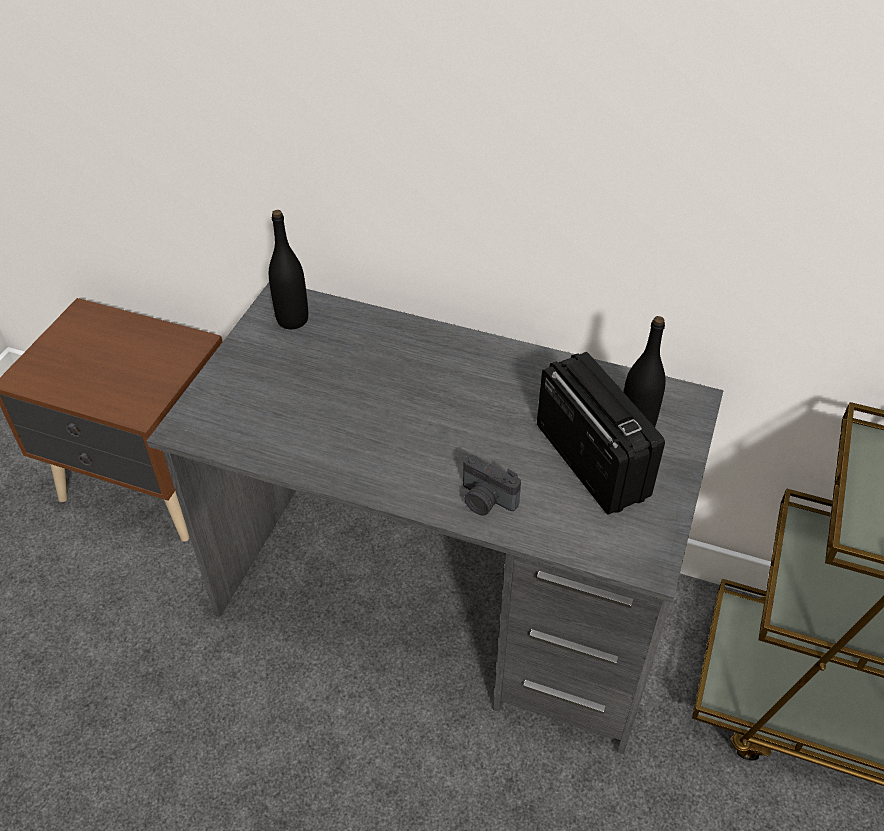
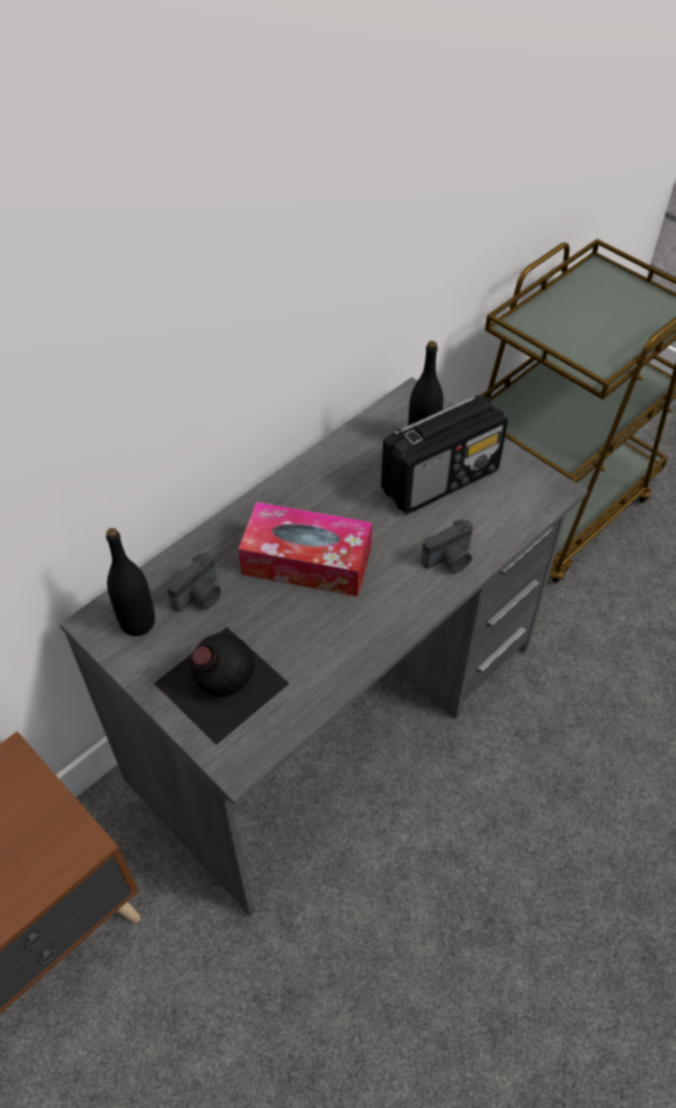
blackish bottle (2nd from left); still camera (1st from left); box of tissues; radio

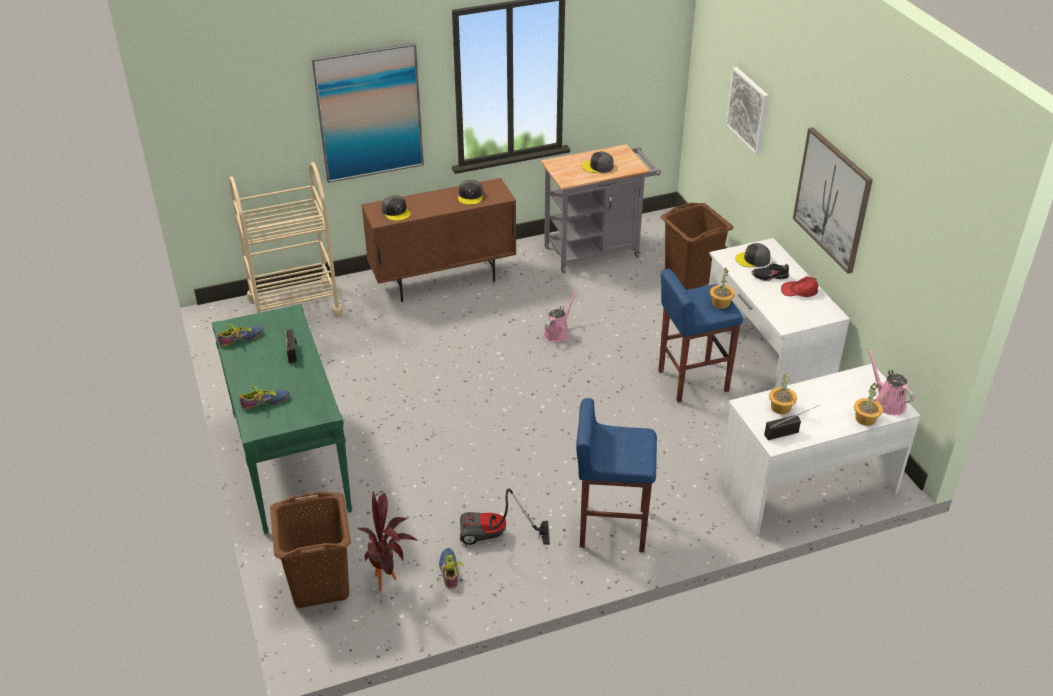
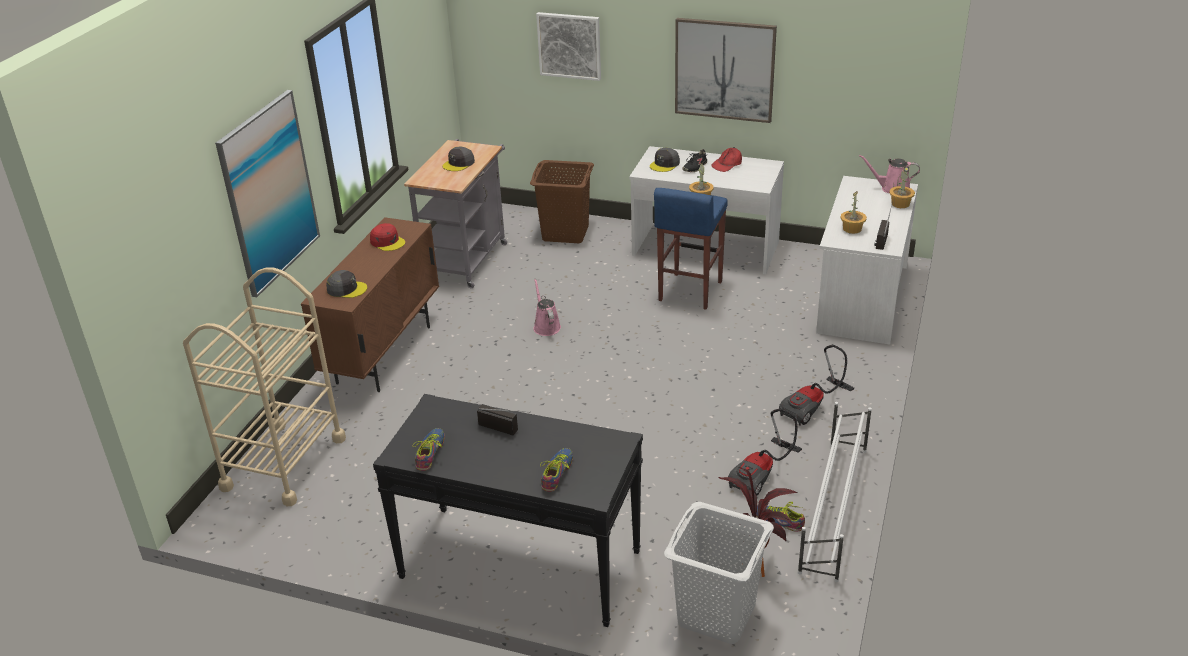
red baseball cap (1st from left); blackish narrow table; white hamper; vacuum cleaner (2nd from left); white shoe stand

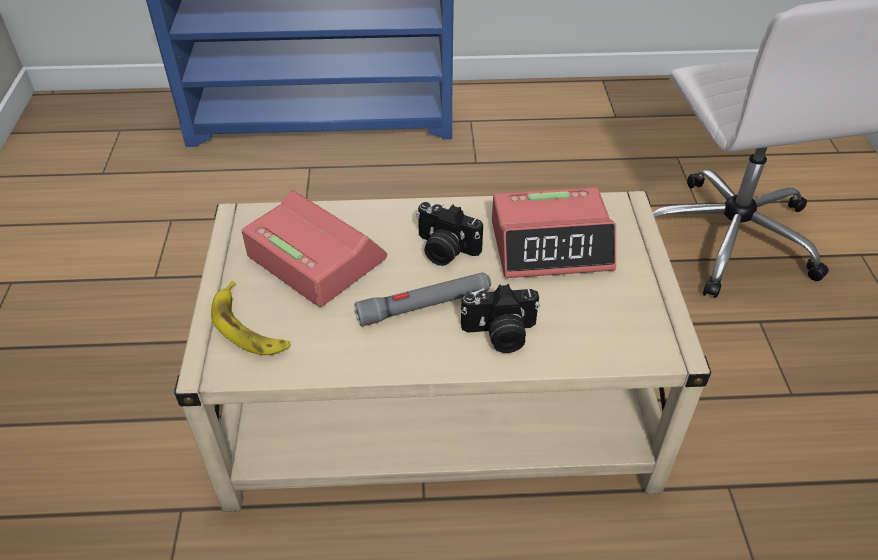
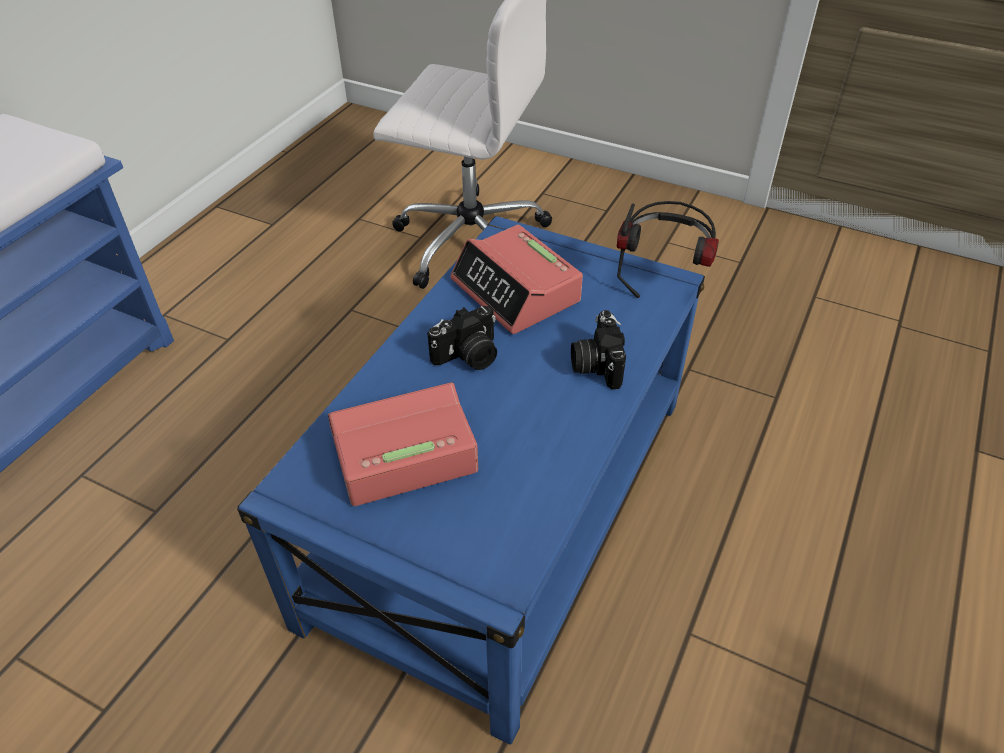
blue lounge table; table clock (2nd from left); still camera (2nd from left); pair of headphones; banana fruit; grey hand torch

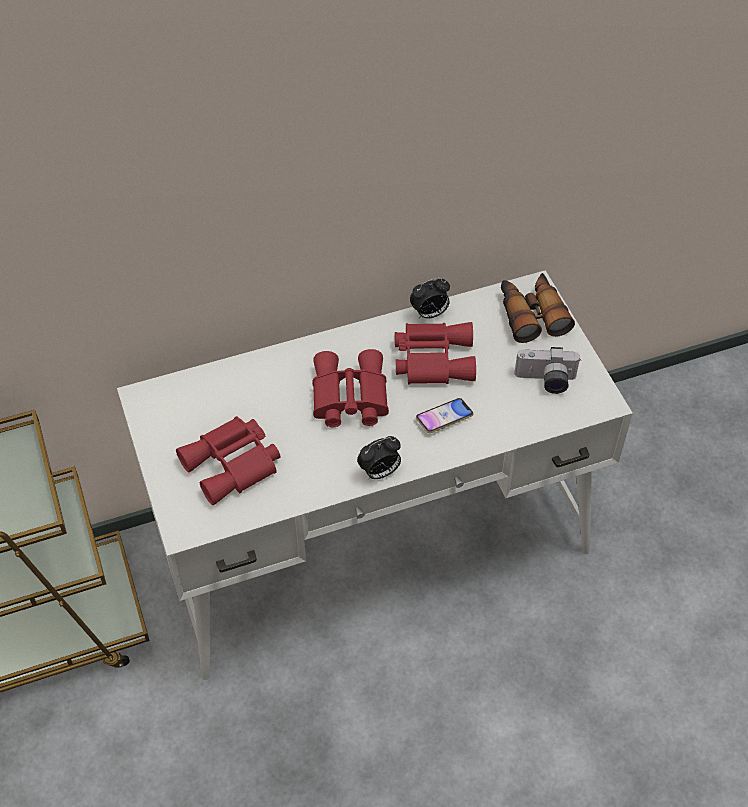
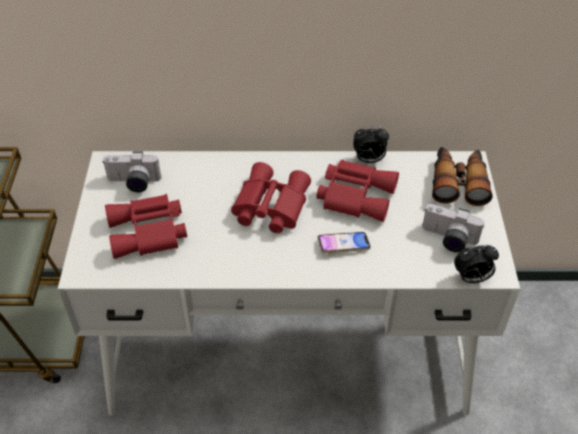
still camera (1st from left); table clock (2nd from left)

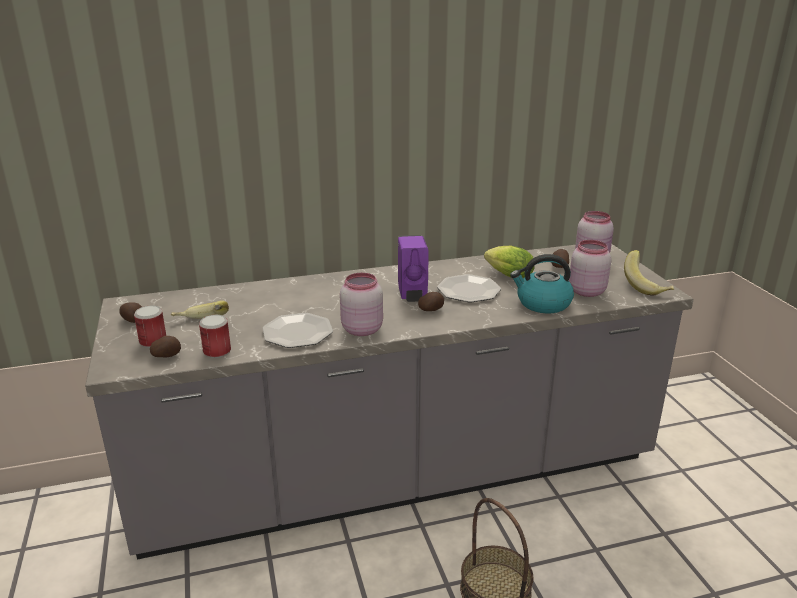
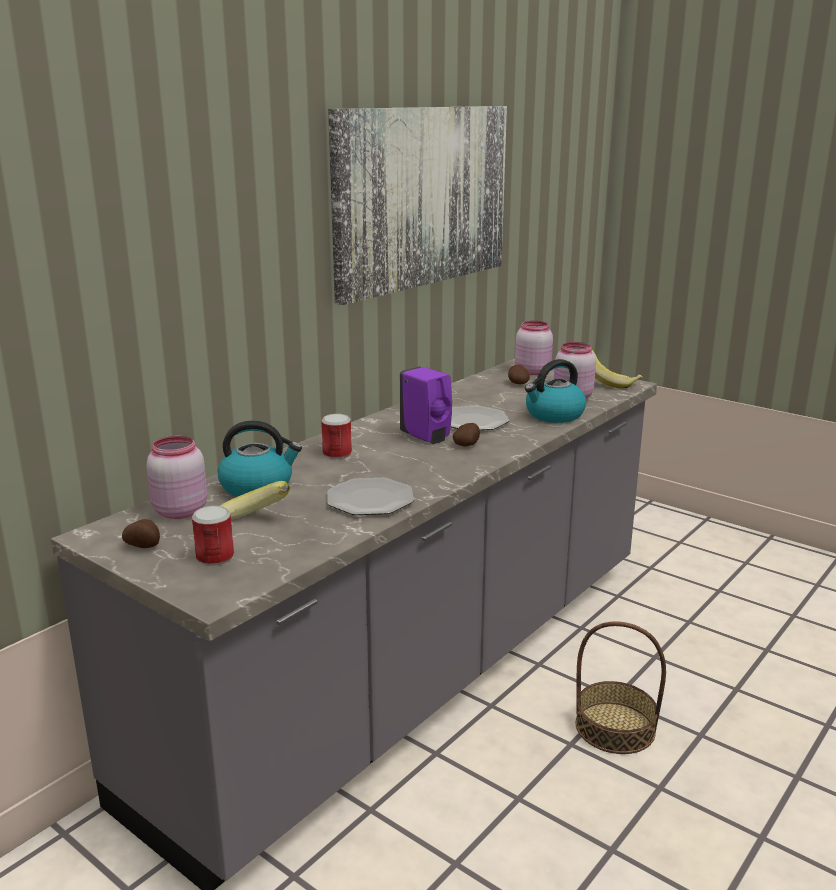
pink-coloured preserve jar (1st from left); kettle (1st from left); sealed can (2nd from left); wall picture; whole potato (2nd from left in the first image); lettuce

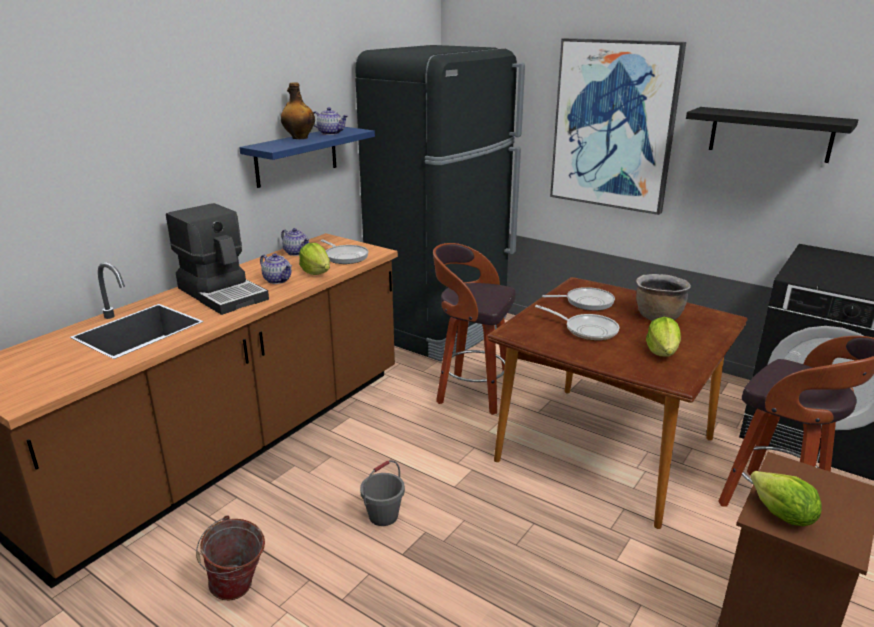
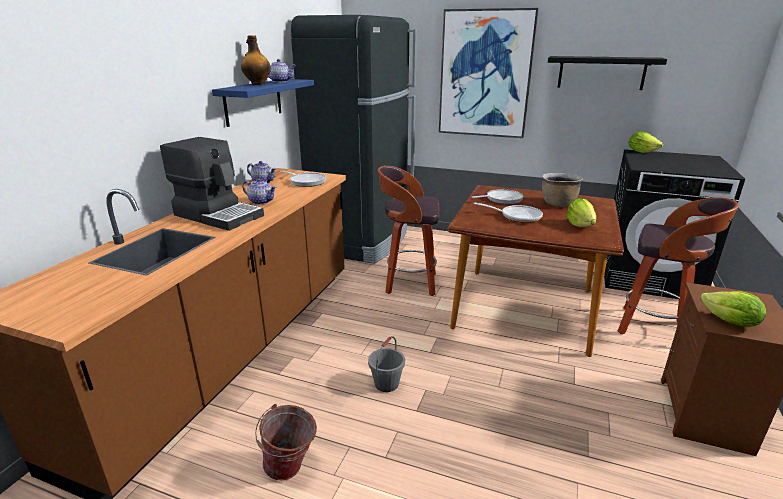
lettuce (2nd from left)

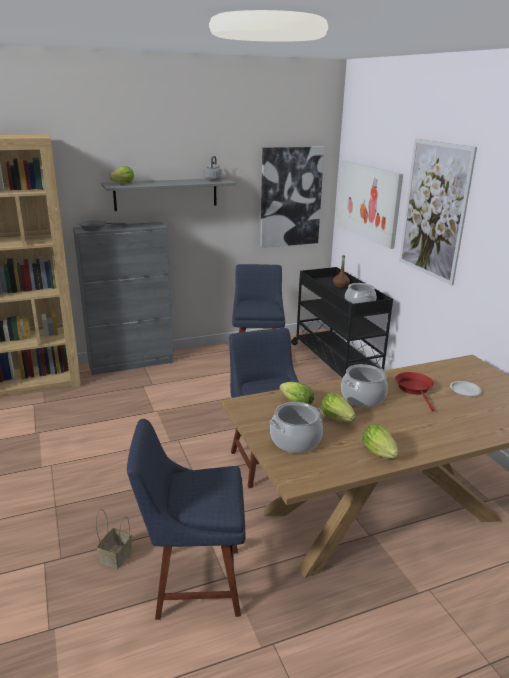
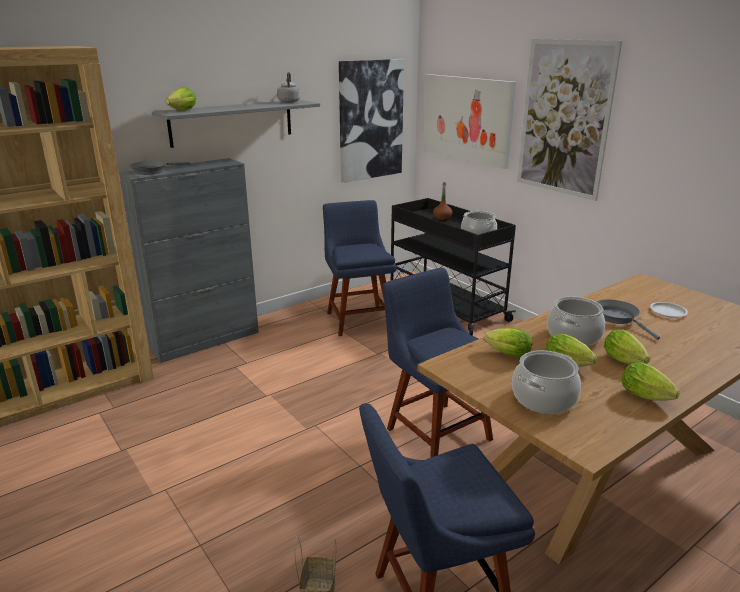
grey skillet (2nd from left); lettuce (4th from left)

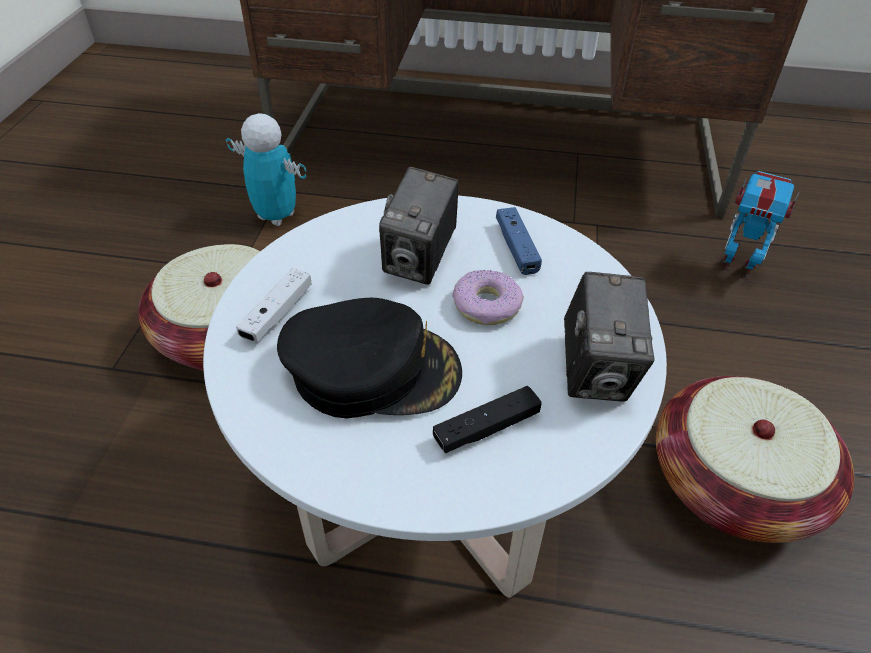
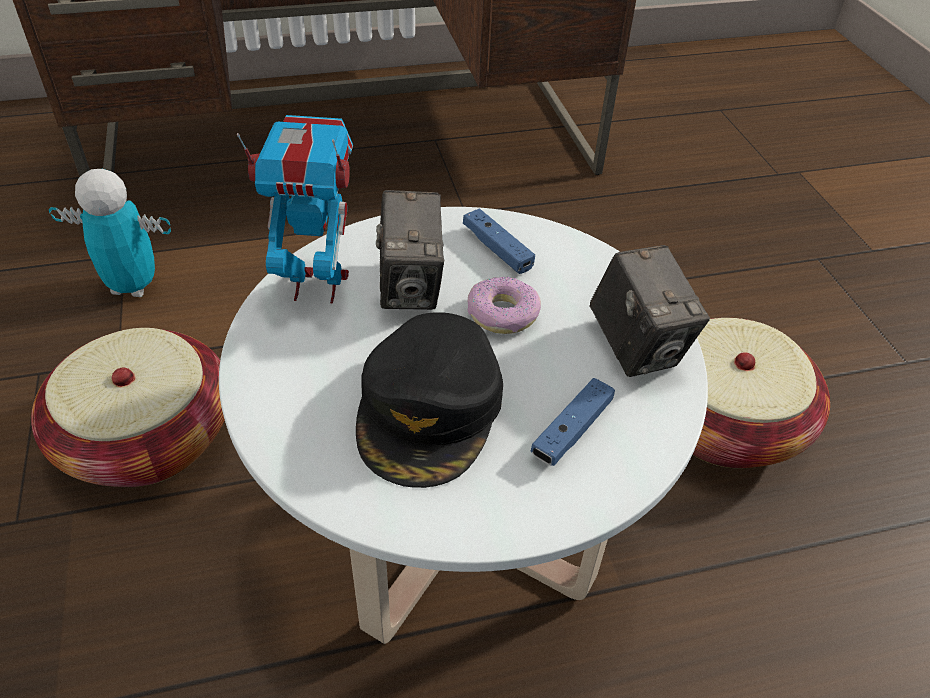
robot figure (2nd from left); blackish baseball cap; blue gamepad (2nd from left); white gamepad

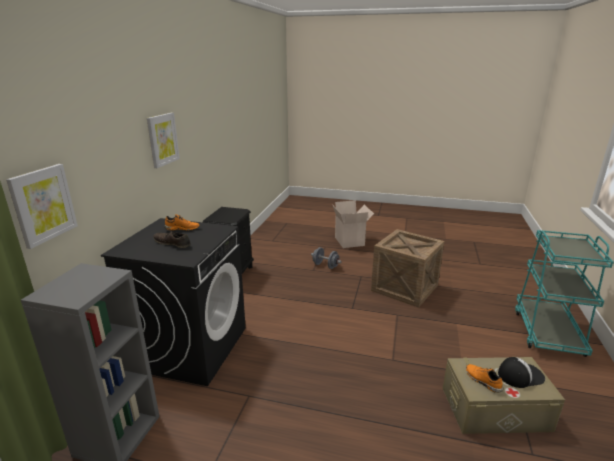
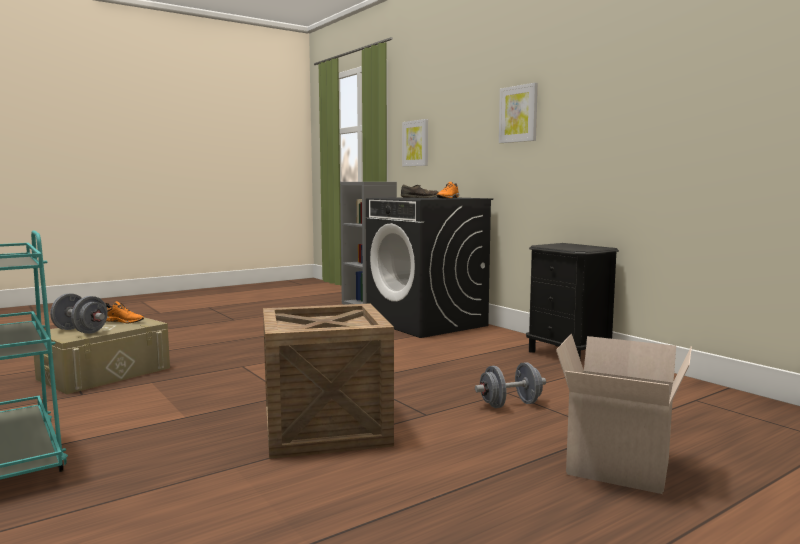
grey free weight (1st from left)

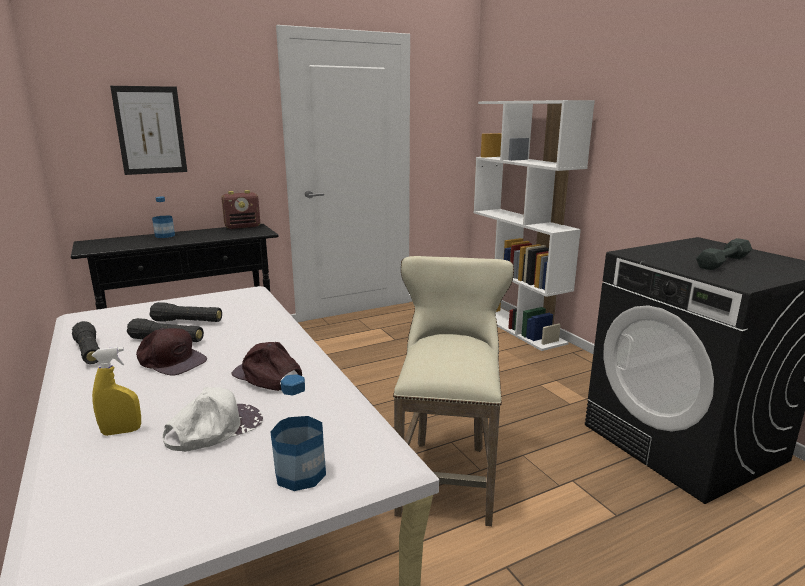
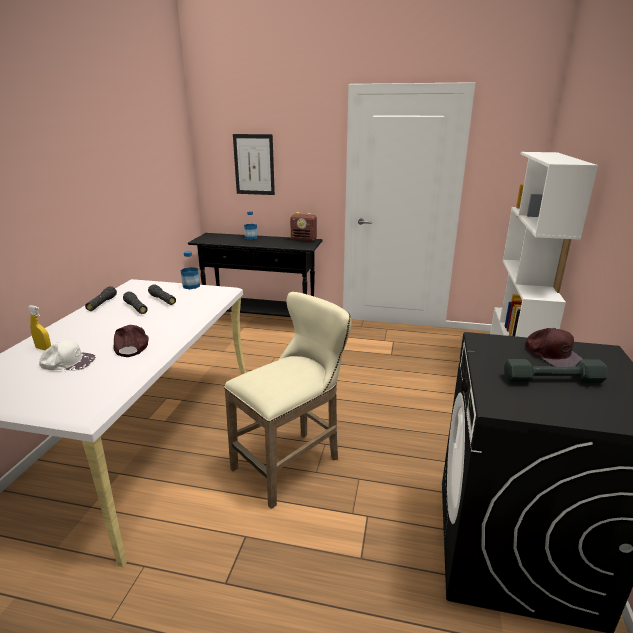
bottle (1st from left); brown baseball cap (2nd from left)

